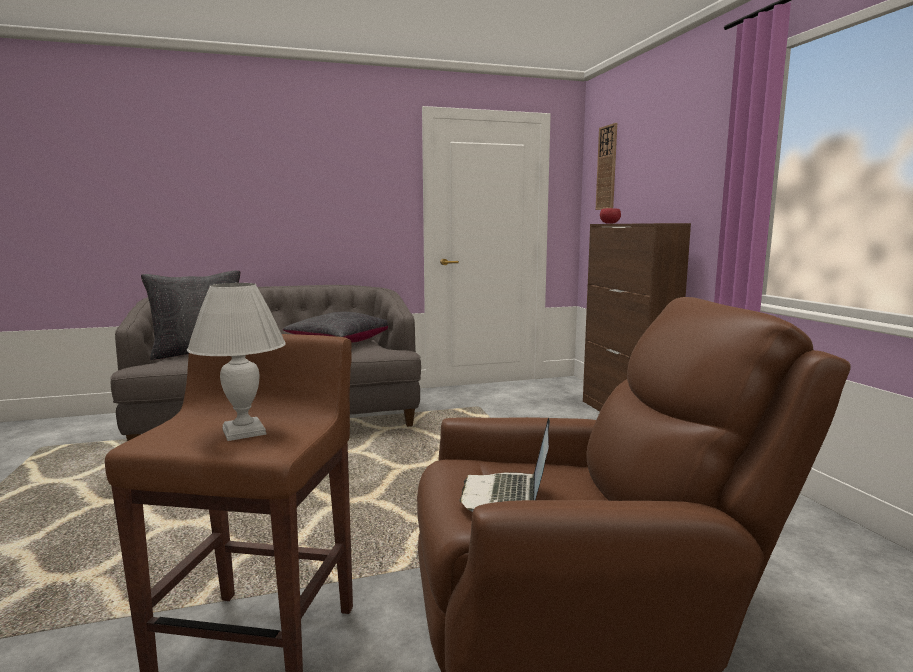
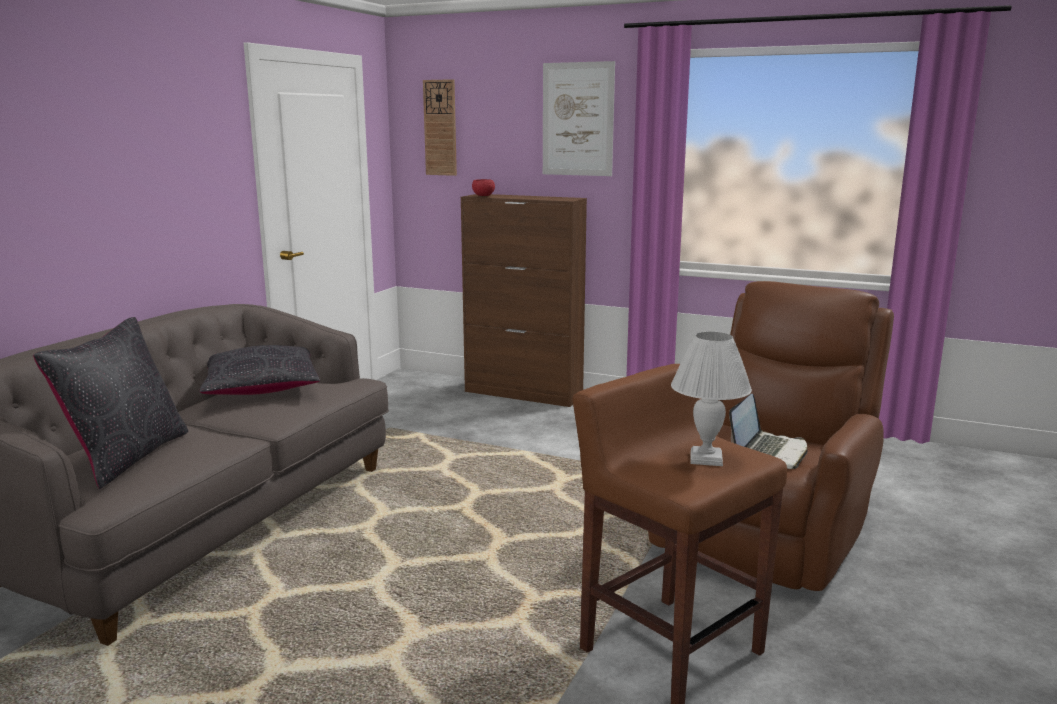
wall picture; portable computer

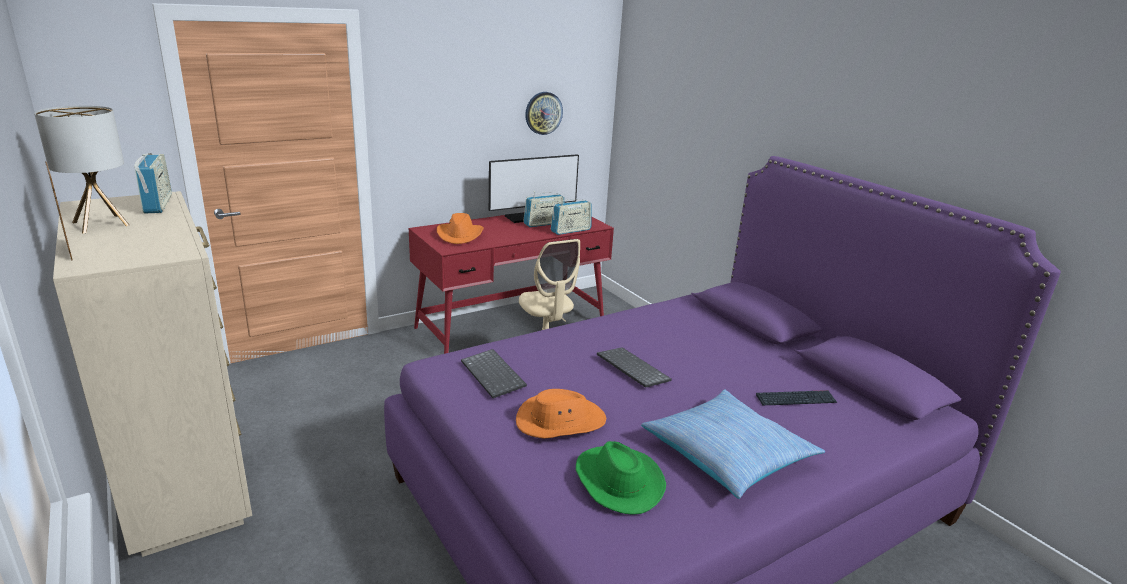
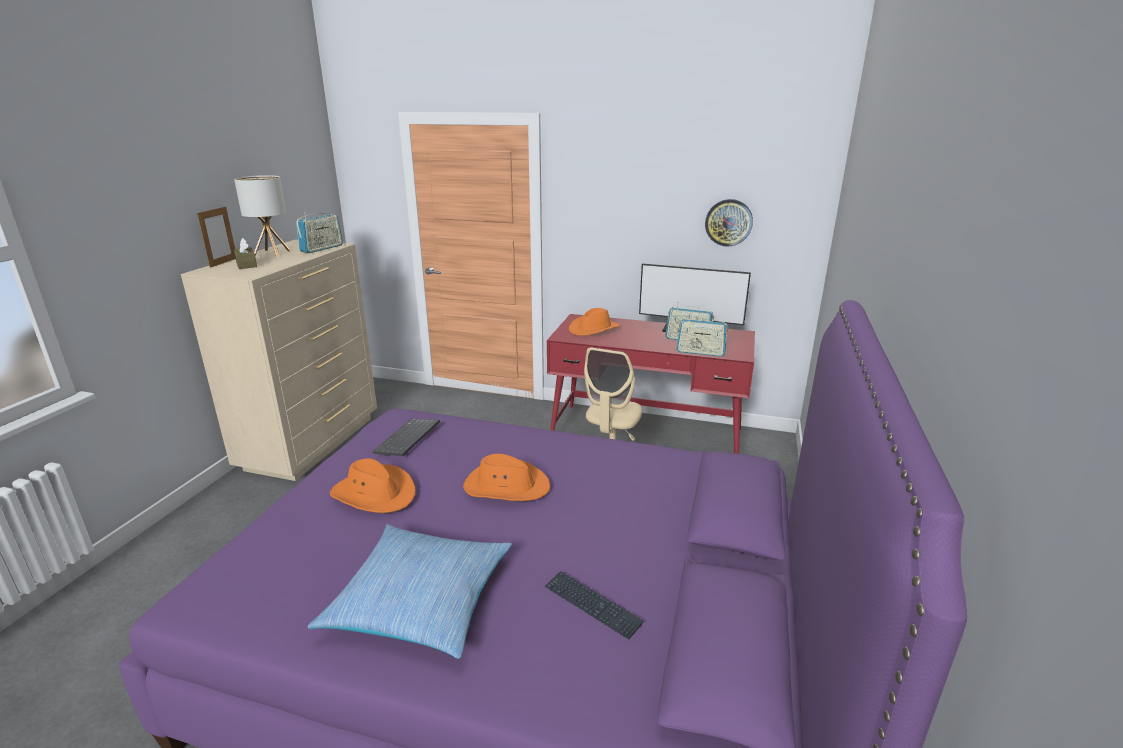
brown box of tissues; orangey wearable hat (2nd from left); green-coloured wearable hat

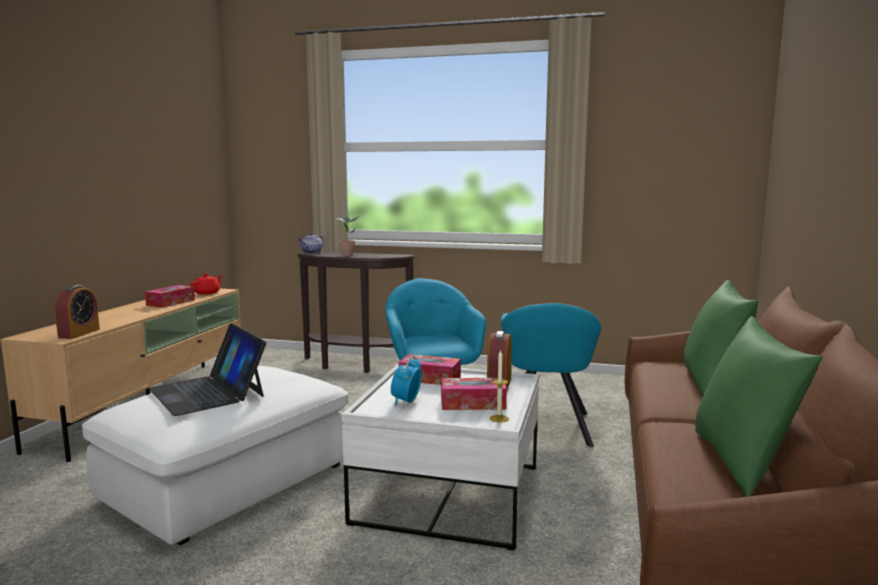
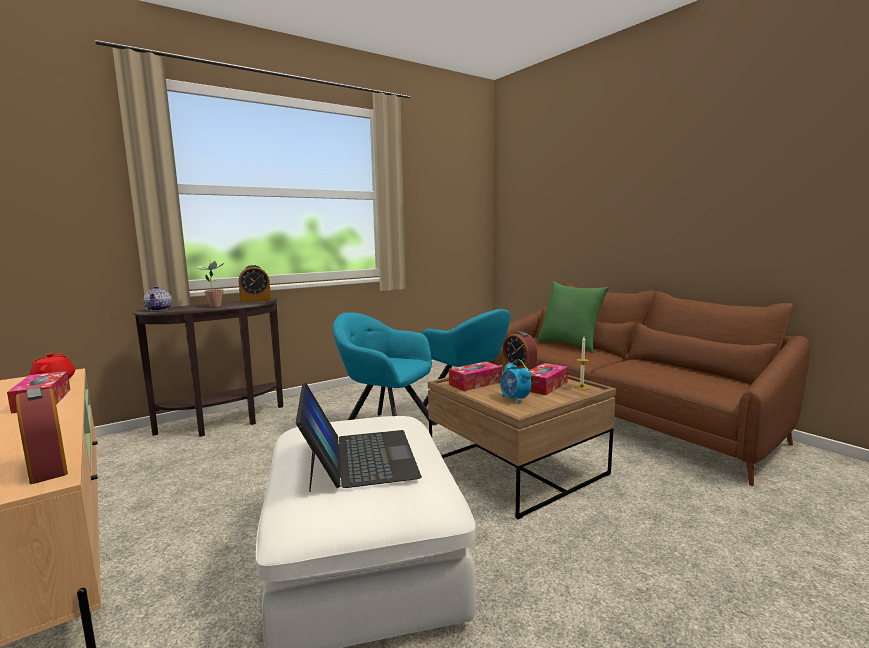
table clock (2nd from left); portable computer; brown lounge table; green-coloured throw pillow (2nd from left in the first image)

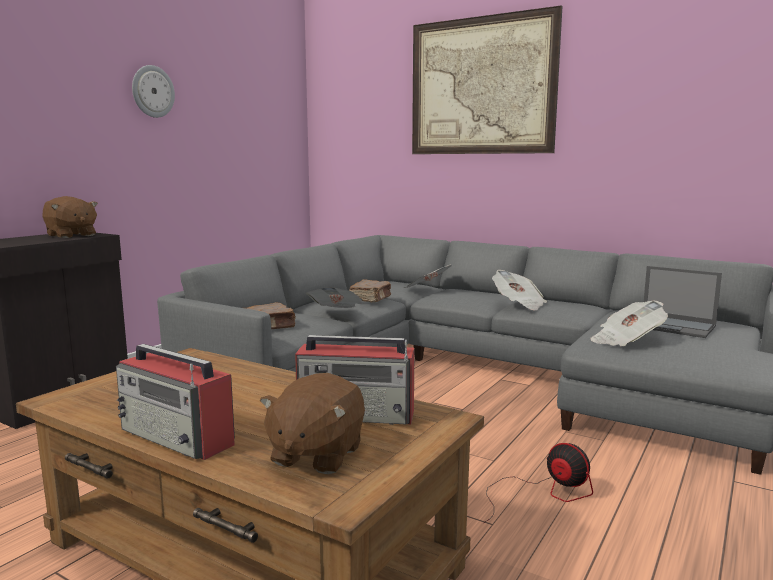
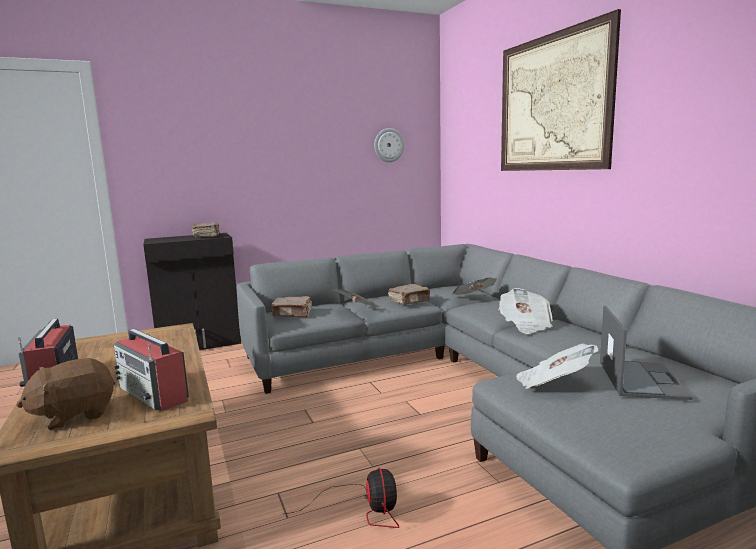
brown bound book (1st from left); clock on the wall; portable computer

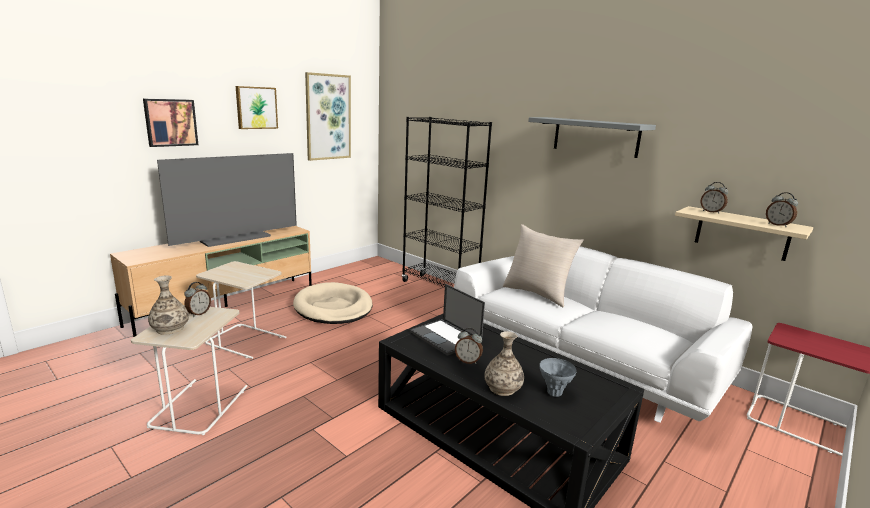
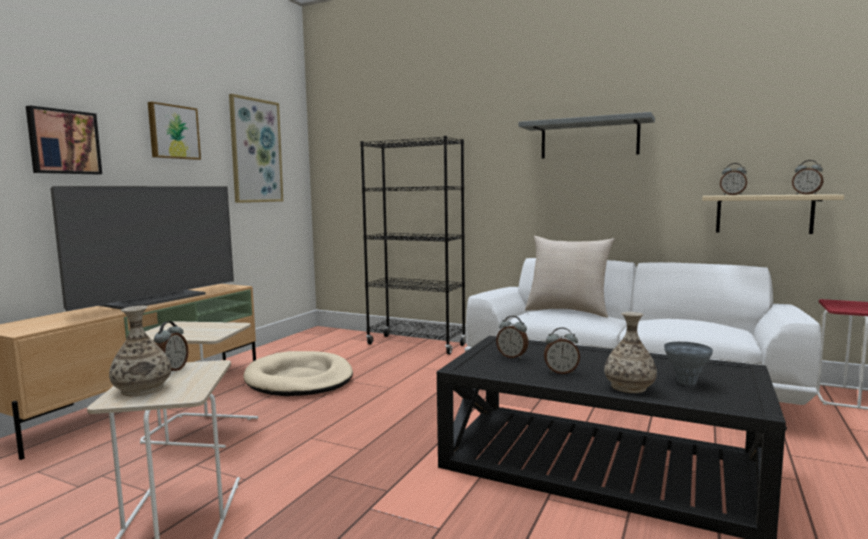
table clock (2nd from left)

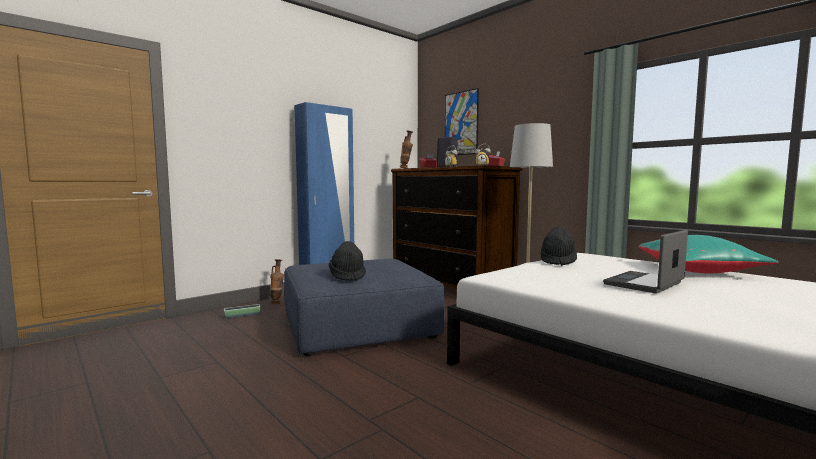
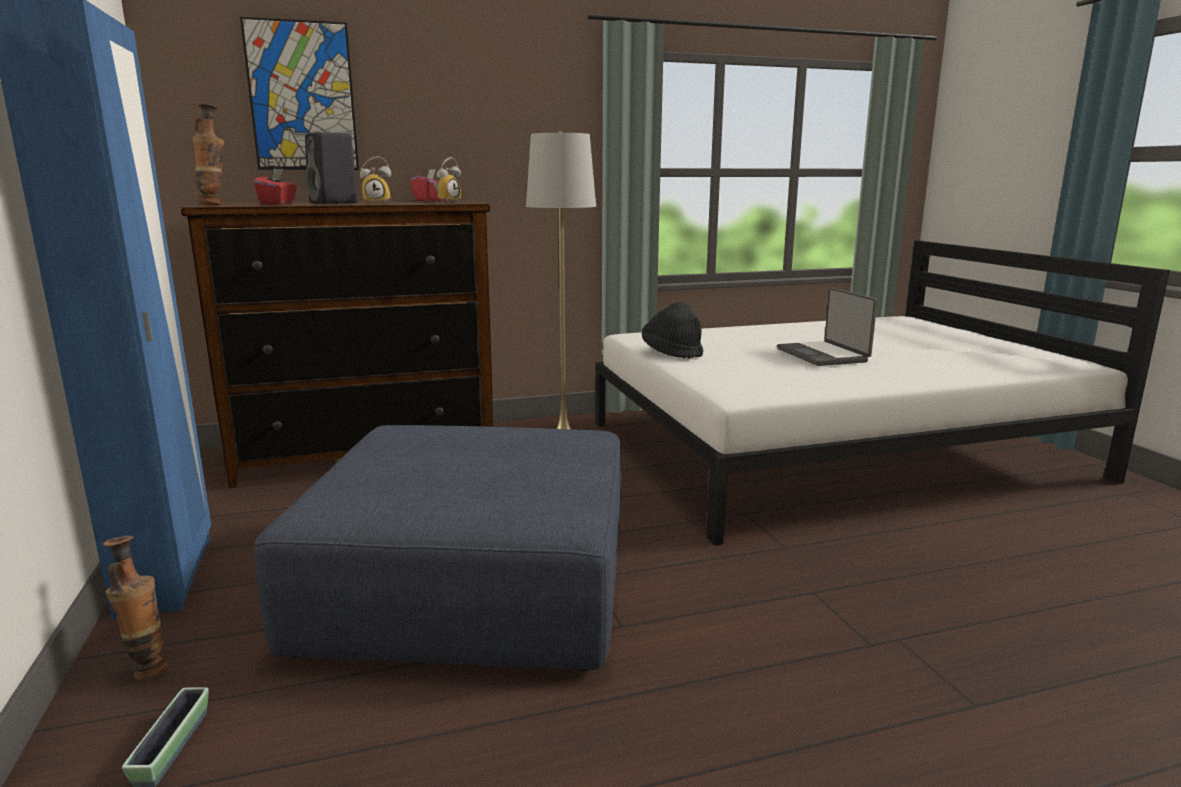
blackish wearable hat (1st from left in the first image); turquoise throw pillow

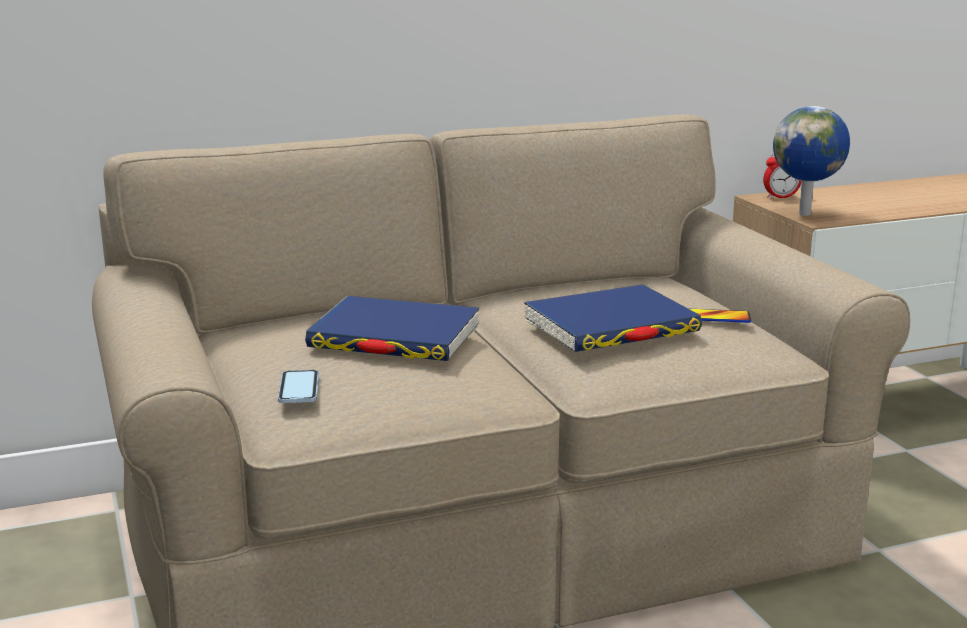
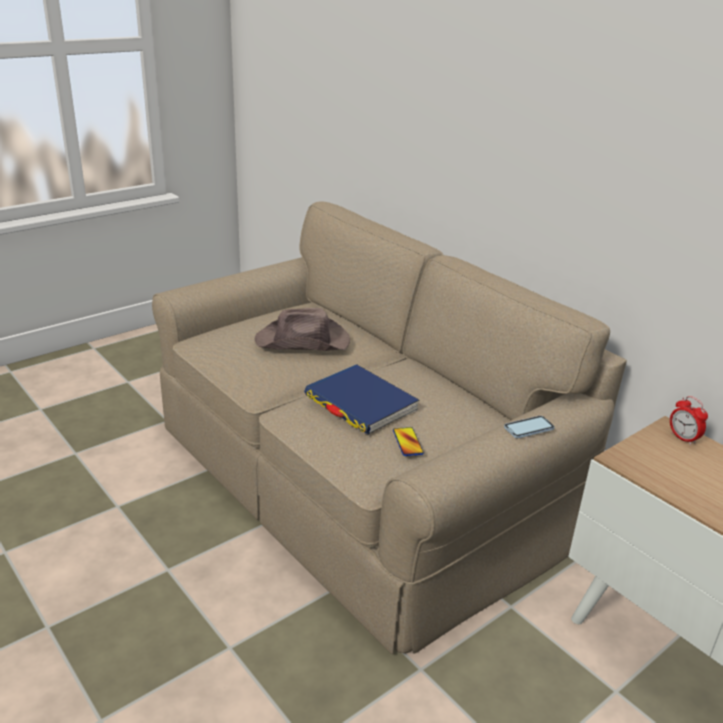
brown wearable hat; telephone (2nd from left); desk globe

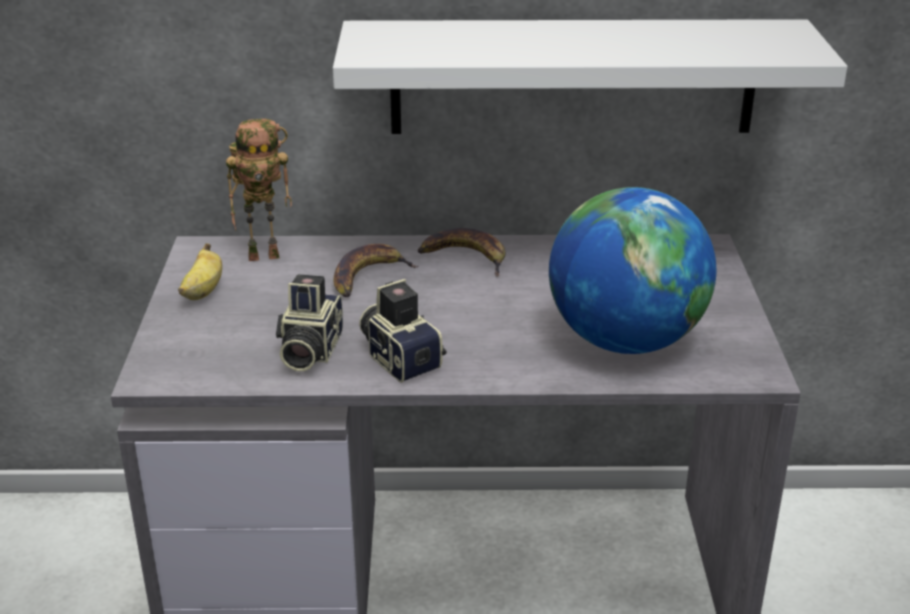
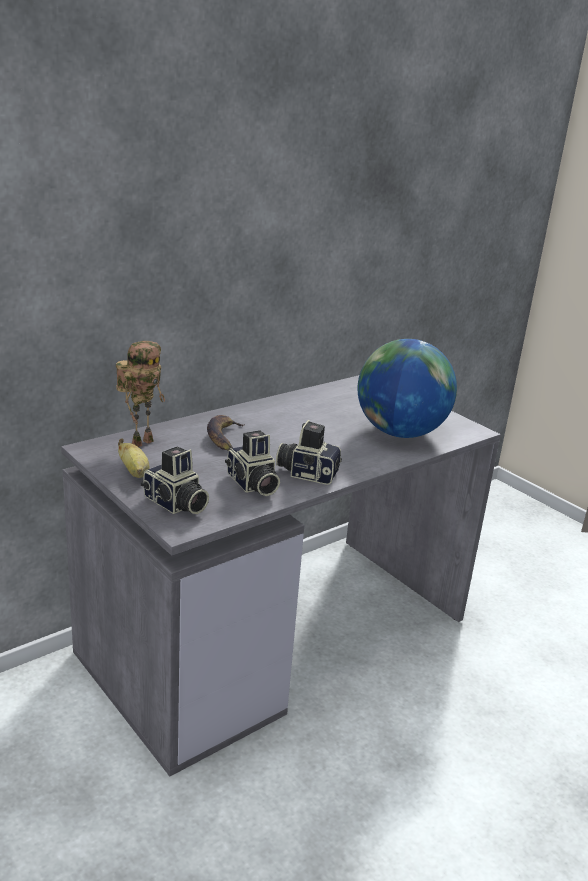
still camera (1st from left); white shelf; banana fruit (3rd from left in the first image)

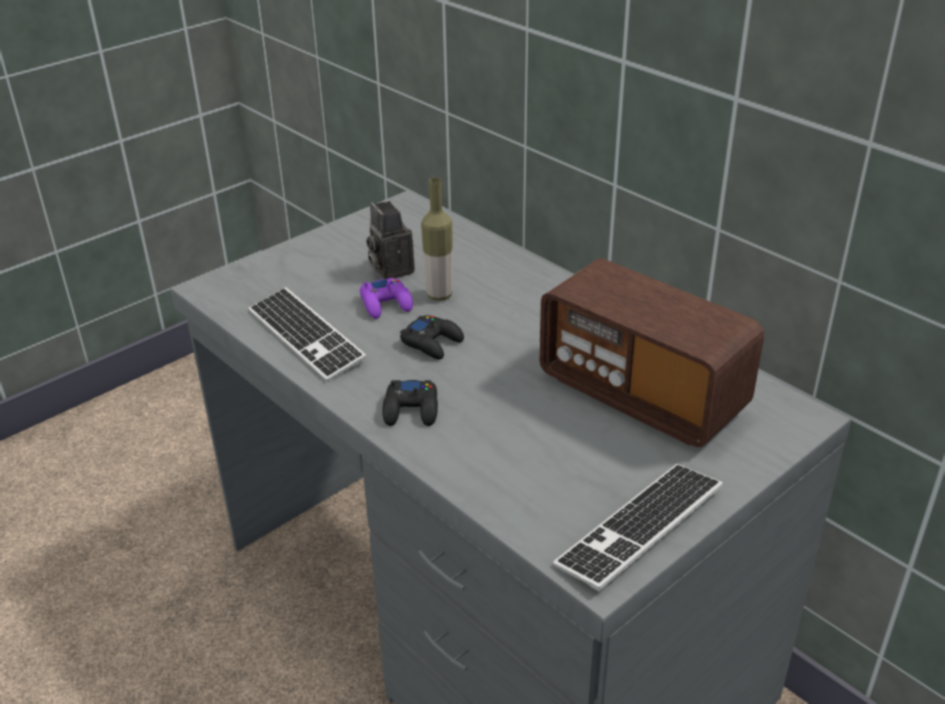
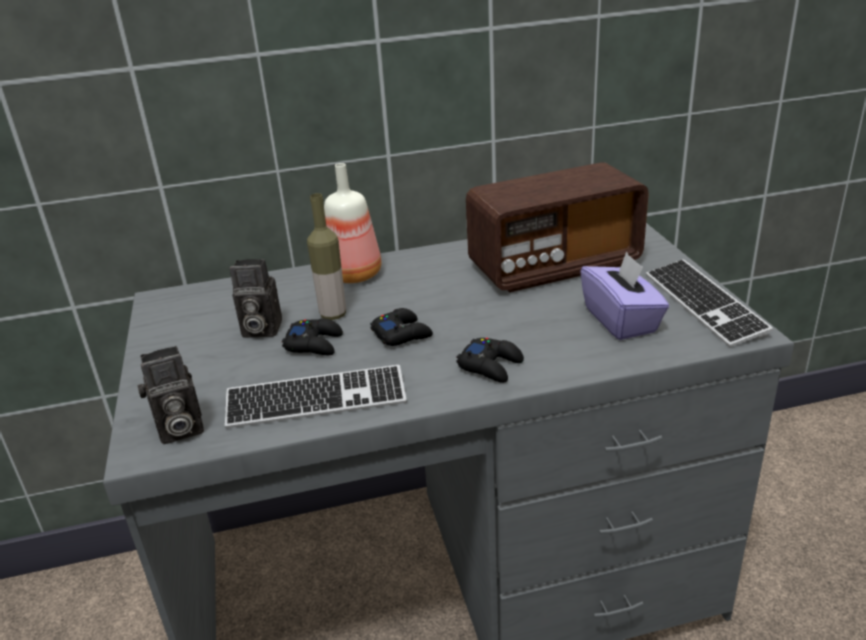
still camera (1st from left); blackish gamepad (1st from left); bottle (2nd from left); purple-coloured box of tissues

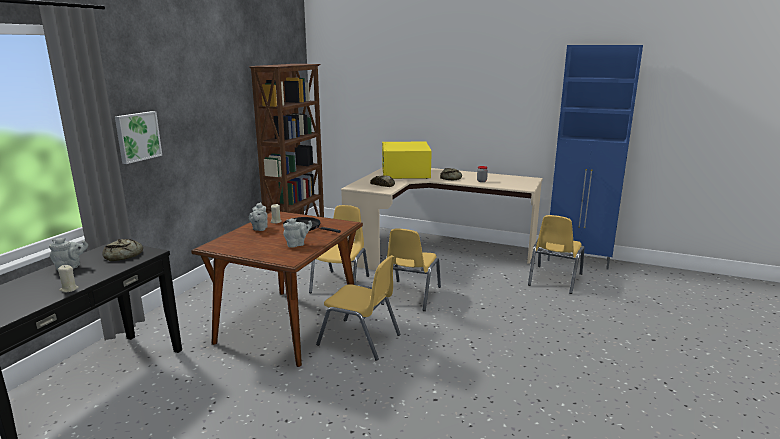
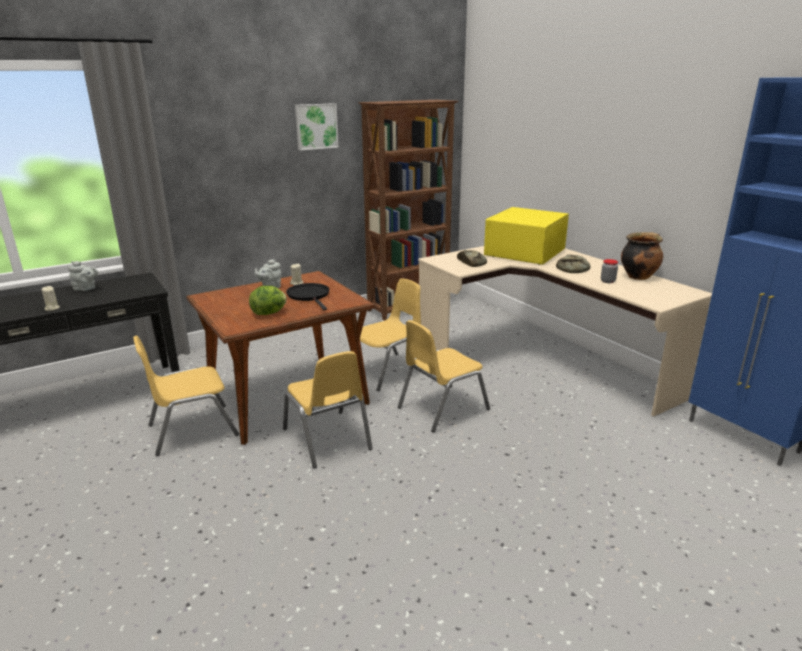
yellow-coloured upright chair (1st from left); lettuce; wall picture; stockpot; bakery bread (1st from left in the first image)

